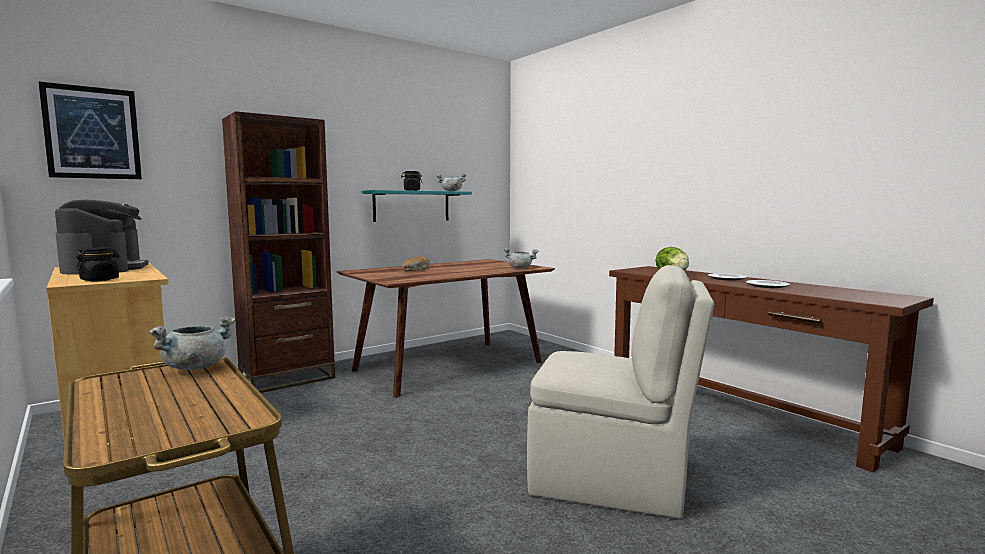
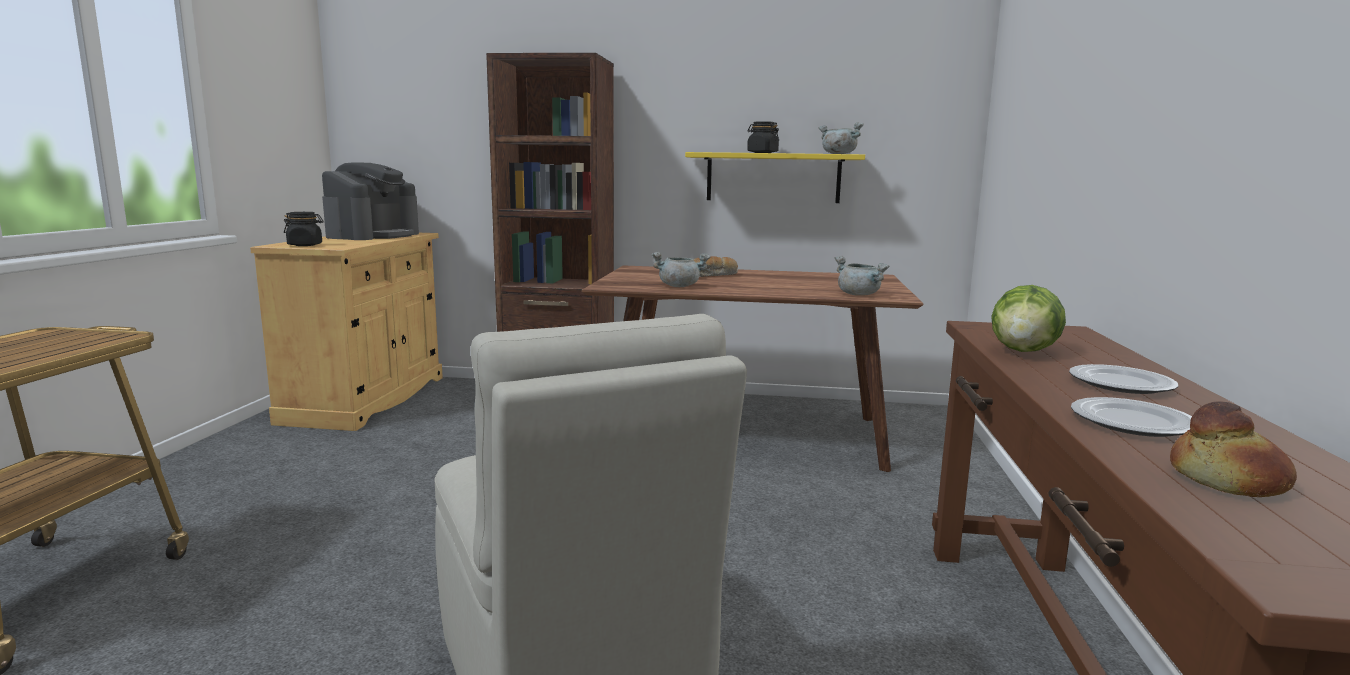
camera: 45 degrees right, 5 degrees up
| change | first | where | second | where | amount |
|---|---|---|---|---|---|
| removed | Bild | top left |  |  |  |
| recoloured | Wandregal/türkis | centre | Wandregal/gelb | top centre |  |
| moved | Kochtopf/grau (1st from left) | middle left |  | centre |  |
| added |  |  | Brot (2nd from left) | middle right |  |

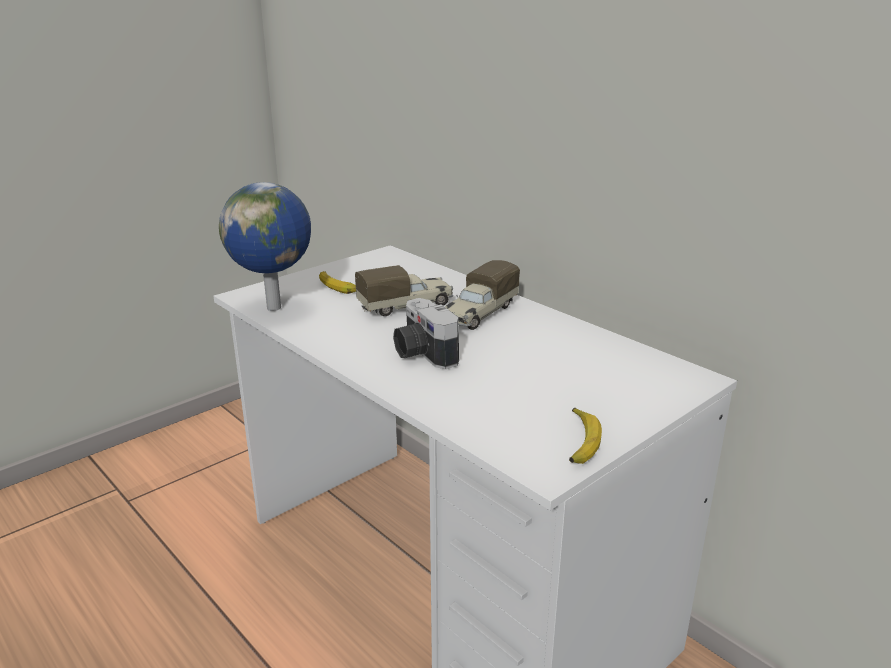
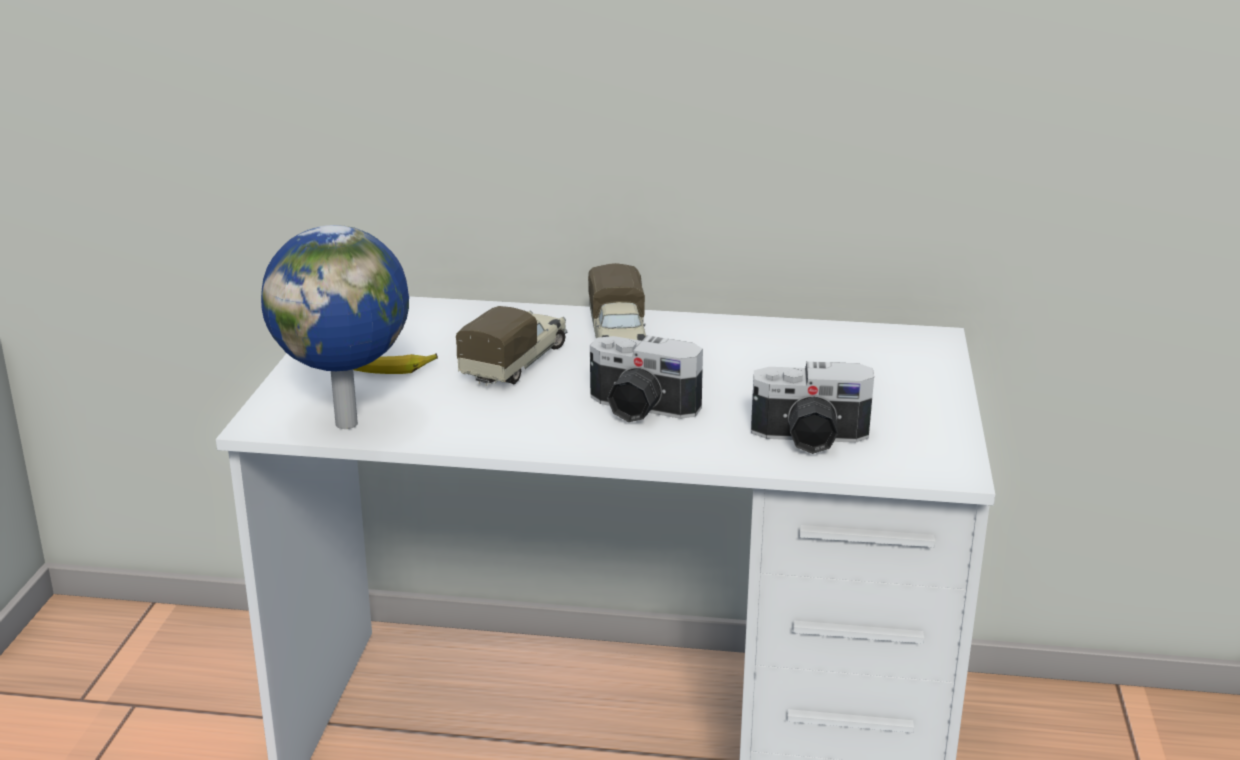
camera: 40 degrees left, 0 degrees up
| change | first | where | second | where | amount |
|---|---|---|---|---|---|
| removed | Banane (2nd from left) | centre |  |  |  |
| added |  |  | Kamera (2nd from left) | centre |  |

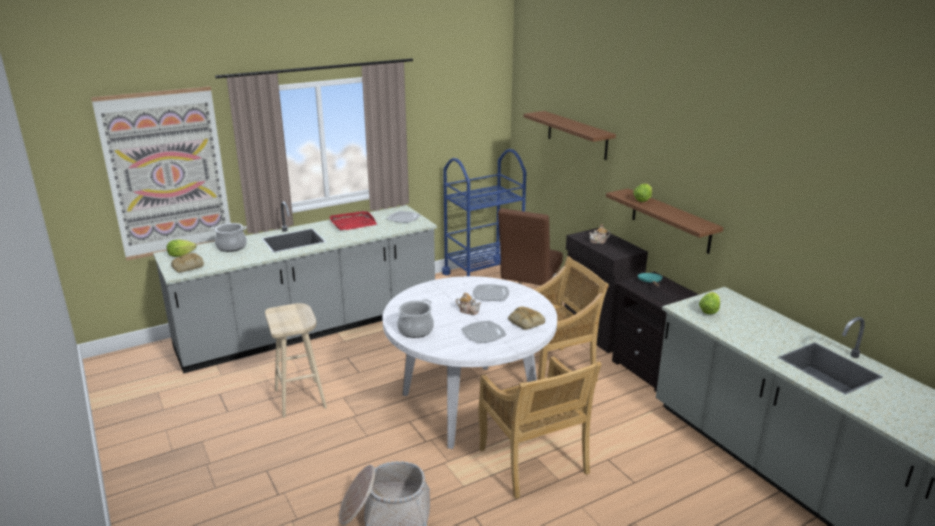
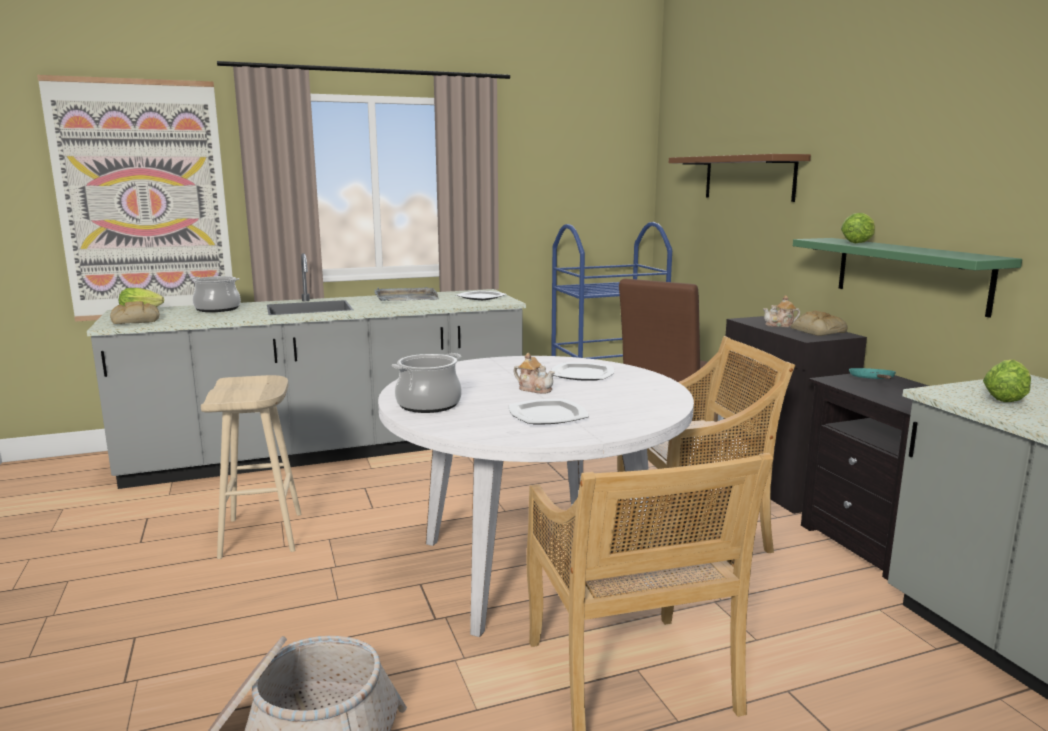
camera: 10 degrees right, 10 degrees down
| change | first | where | second | where | amount |
|---|---|---|---|---|---|
| recoloured | Wandregal/braun (2nd from left) | middle right | Wandregal/grün | middle right |  |
| recoloured | Tablett/rot | centre | Tablett/grau | centre |  |
| moved | Brot (2nd from left) | centre |  | middle right |  |

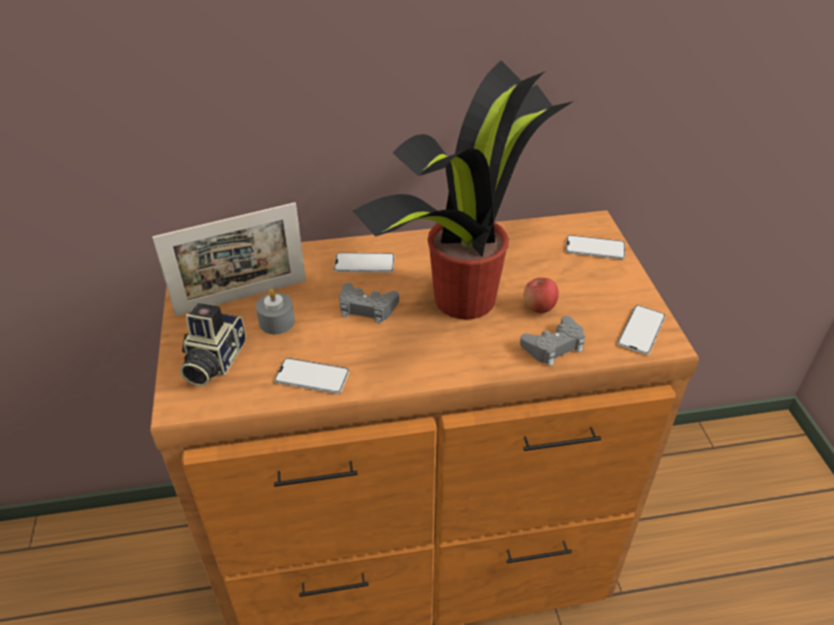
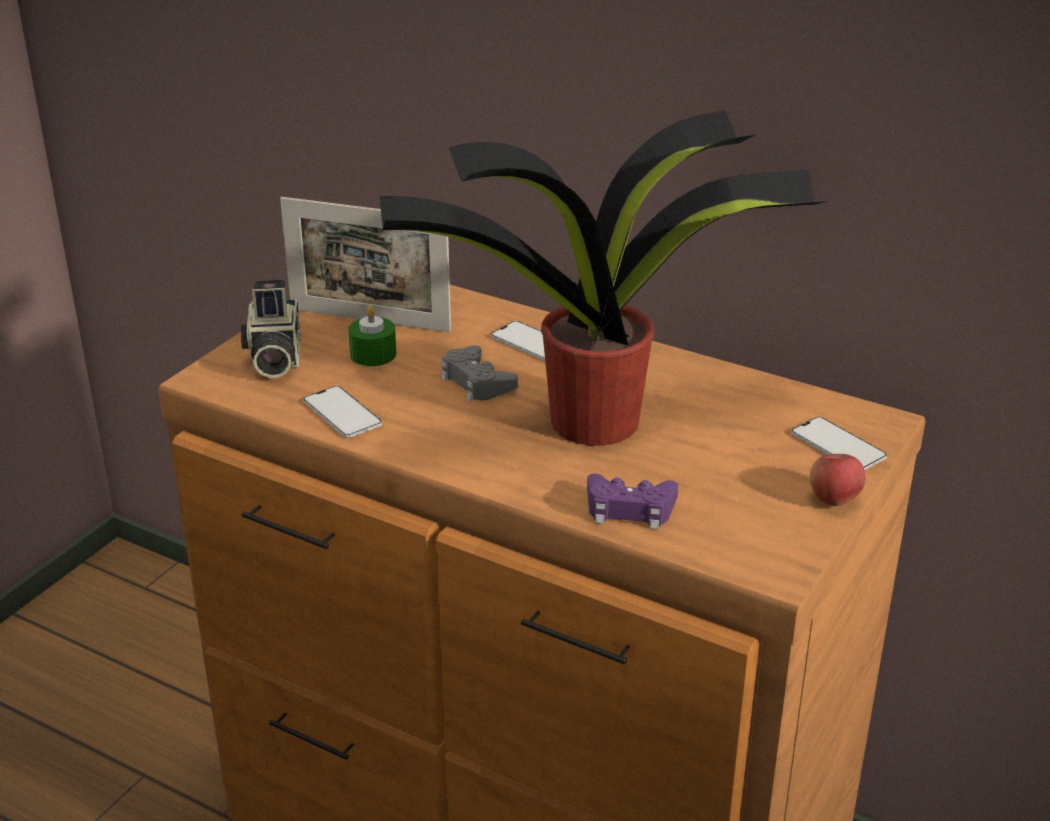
camera: 40 degrees right, 10 degrees down
| change | first | where | second | where | amount |
|---|---|---|---|---|---|
| moved | Apfel | centre |  | middle right |  |
| recoloured | Kerze/grau | middle left | Kerze/grün | centre |  |
| turned | Kamera | middle left |  | middle left | 60 degrees counterclockwise |
| removed | Handy (4th from left) | middle right |  |  |  |
| recoloured | Gamepad/grau (2nd from left) | centre | Gamepad/lila | centre |  |

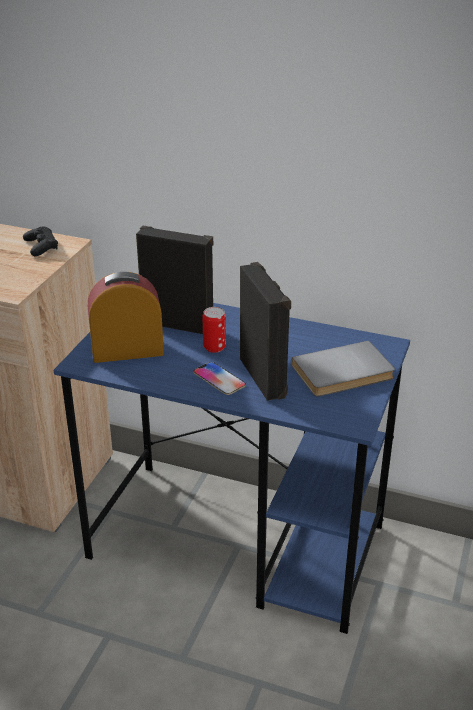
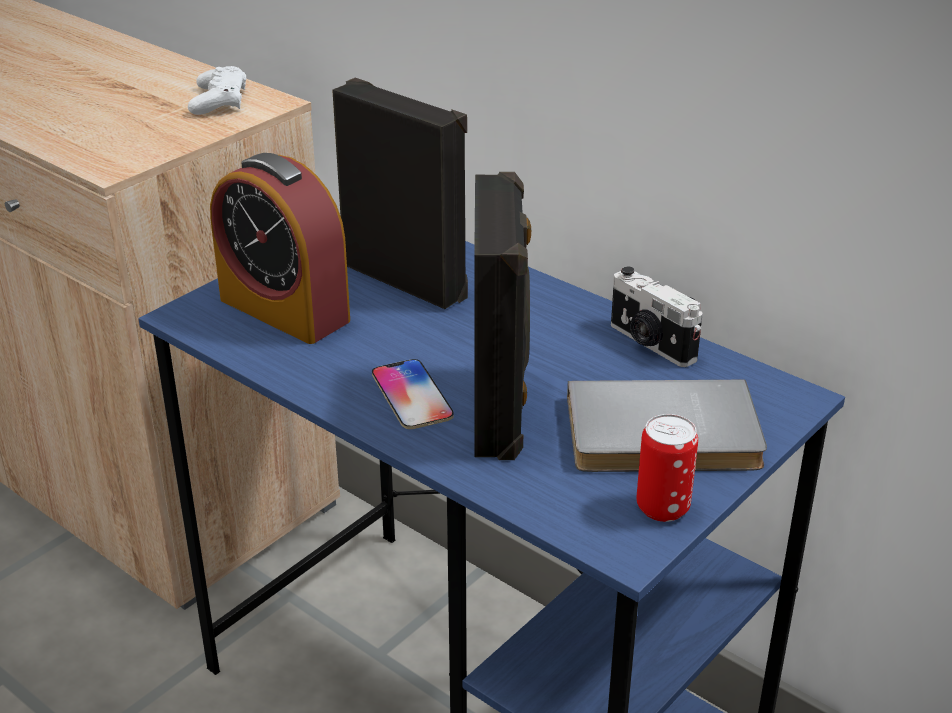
camera: 20 degrees right, 0 degrees up
| change | first | where | second | where | amount |
|---|---|---|---|---|---|
| recoloured | Gamepad/schwarz | middle left | Gamepad/weiß | top left |  |
| turned | Wecker | middle left |  | middle left | 150 degrees counterclockwise |
| moved | Dose | centre |  | middle right |  |
| added |  |  | Kamera | middle right |  |

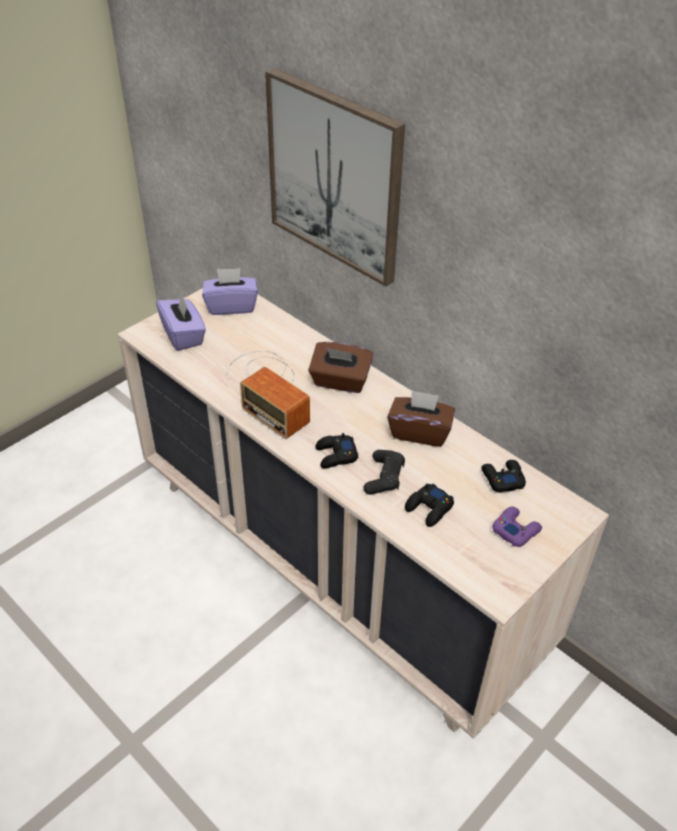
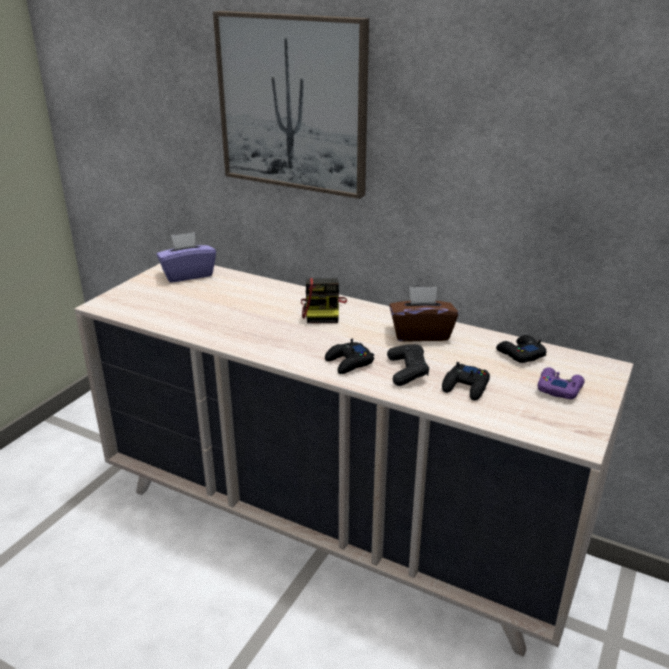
camera: 15 degrees left, 15 degrees down
| change | first | where | second | where | amount |
|---|---|---|---|---|---|
| removed | Taschentuchbox/lila (1st from left) | middle left |  |  |  |
| replaced | Taschentuchbox/braun (1st from left) | centre | Kamera | centre |  |
| removed | Radio | centre |  |  |  |

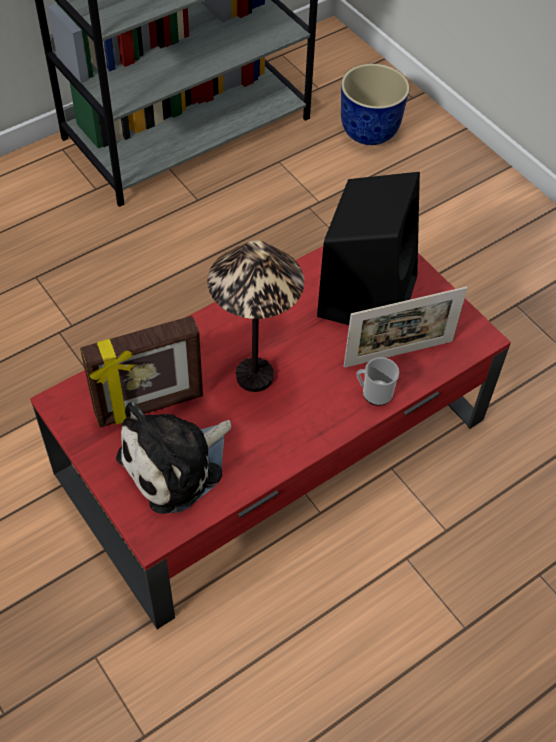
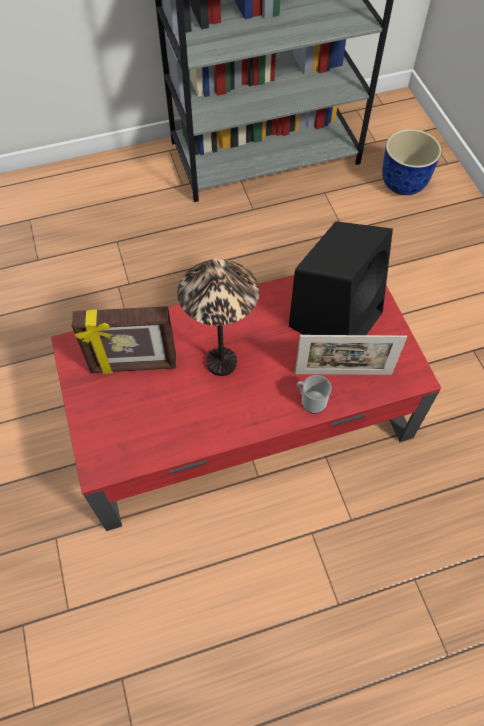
camera: 20 degrees right, 5 degrees up
| change | first | where | second | where | amount |
|---|---|---|---|---|---|
| removed | Plüschtier | middle left |  |  |  |

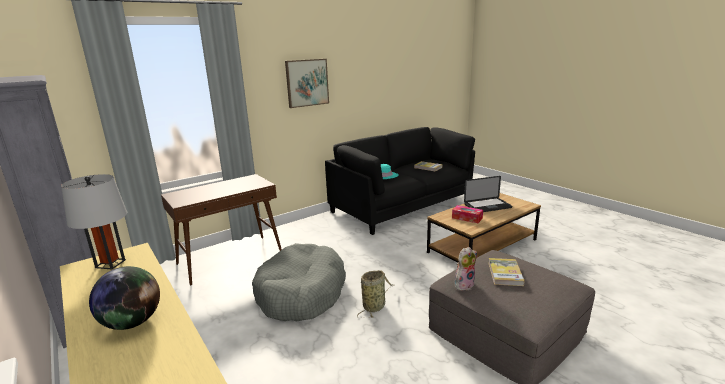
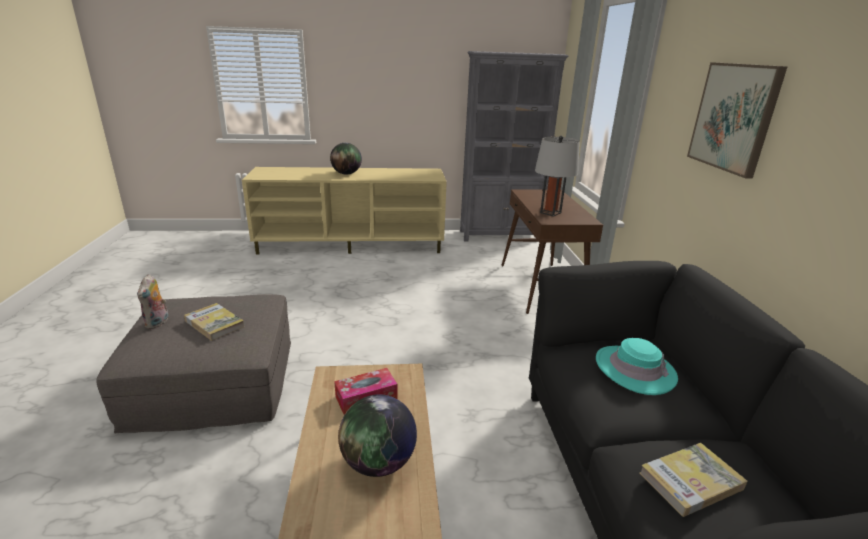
camera: 120 degrees right, 5 degrees up
| change | first | where | second | where | amount |
|---|---|---|---|---|---|
| moved | Tischlampe/grau | middle left |  | top centre |  |
| replaced | Laptop | middle right | Globus (2nd from left) | bottom centre |  |
| removed | Hundebett/grau | bottom centre |  |  |  |
| moved | Plüschtier | bottom centre |  | middle left |  |
| removed | Korb | bottom centre |  |  |  |

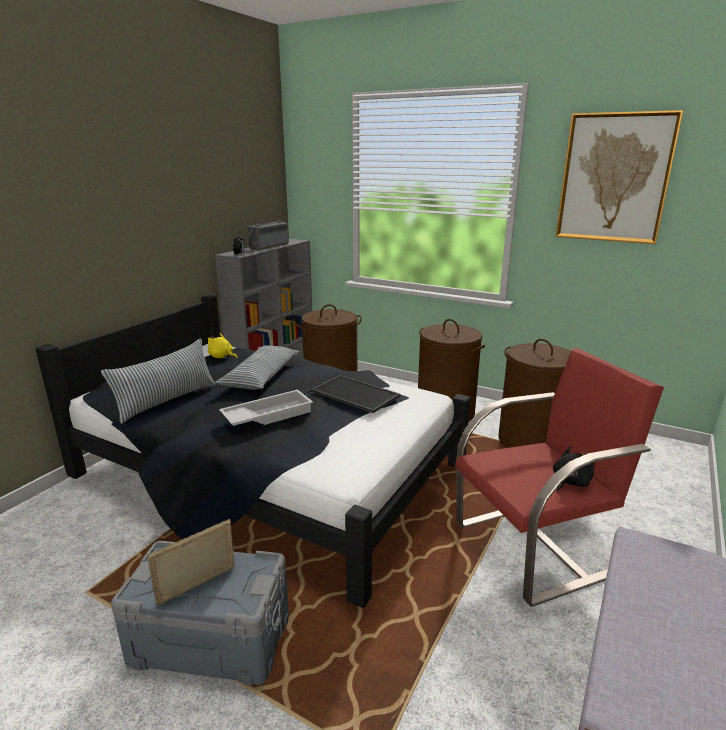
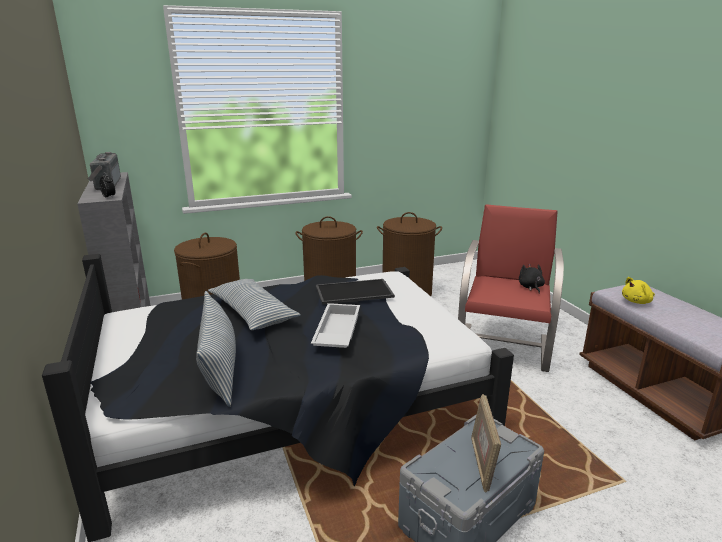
camera: 50 degrees left, 0 degrees up
| change | first | where | second | where | amount |
|---|---|---|---|---|---|
| removed | Bild | top right |  |  |  |
| moved | Plüschtier/gelb | middle left |  | middle right |  |

